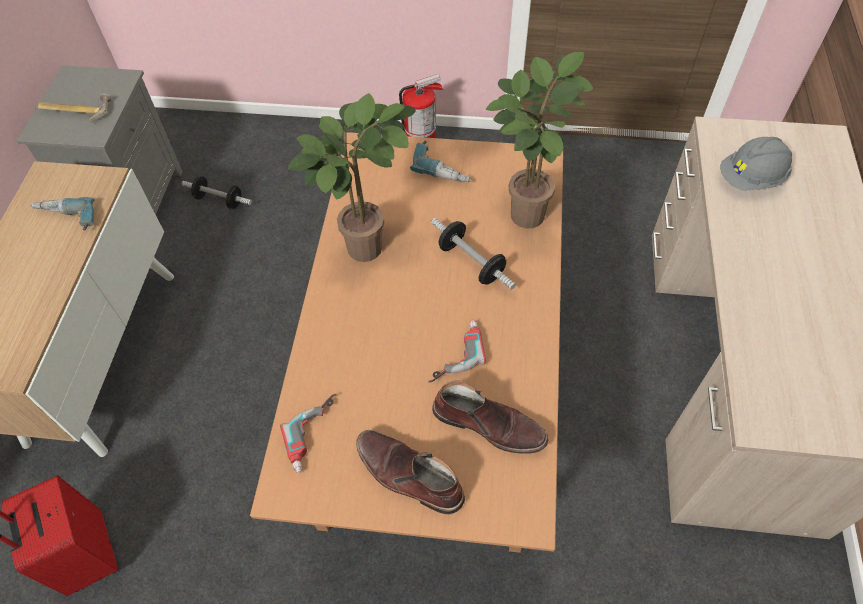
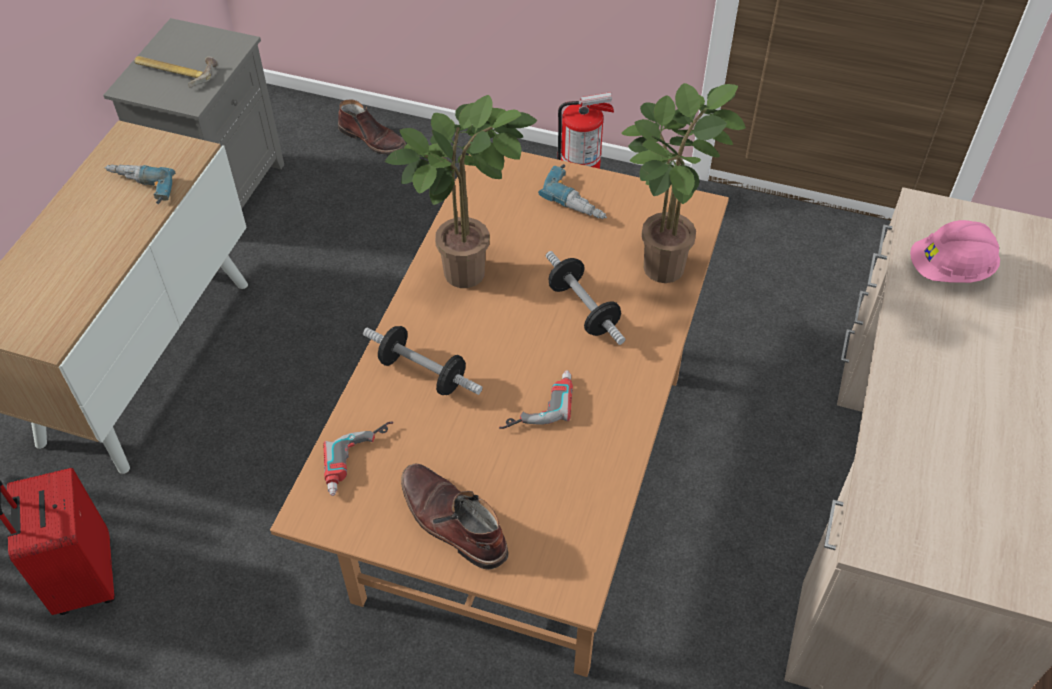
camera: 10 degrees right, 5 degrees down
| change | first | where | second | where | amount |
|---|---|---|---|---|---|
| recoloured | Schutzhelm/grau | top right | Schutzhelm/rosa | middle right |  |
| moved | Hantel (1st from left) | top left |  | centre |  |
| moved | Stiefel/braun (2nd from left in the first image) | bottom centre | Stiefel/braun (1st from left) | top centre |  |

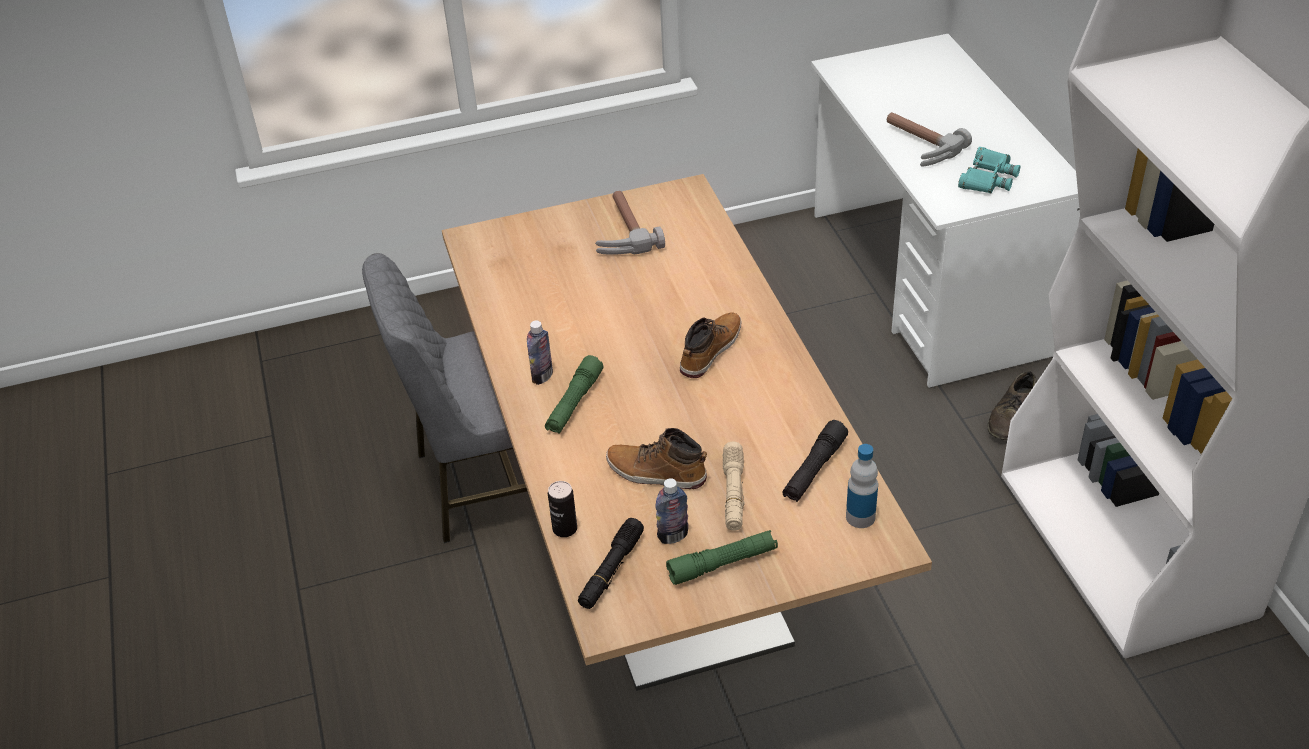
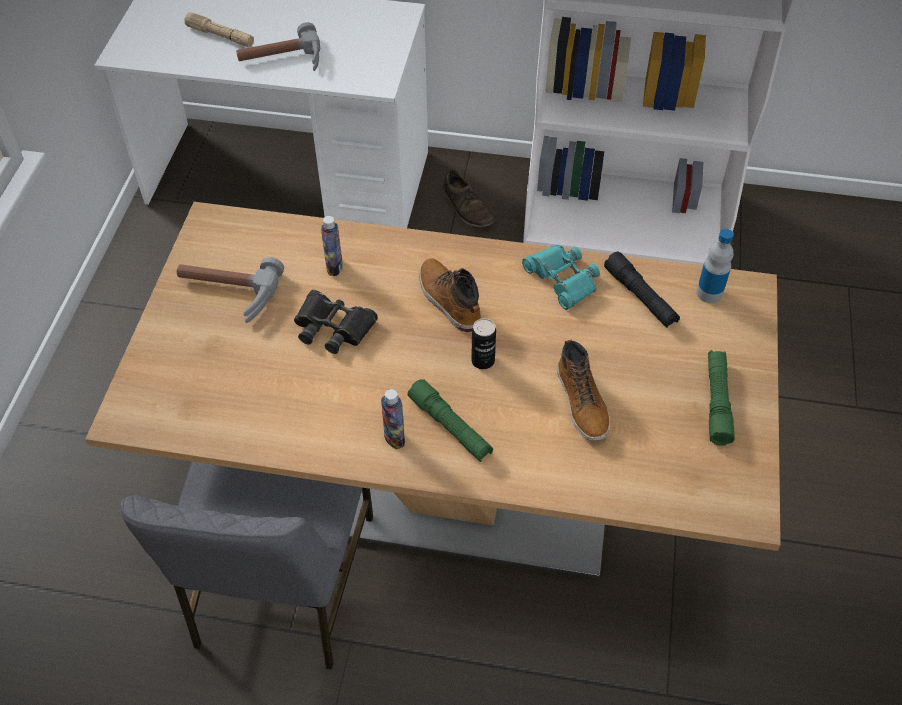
camera: 65 degrees left, 10 degrees up
| change | first | where | second | where | amount |
|---|---|---|---|---|---|
| moved | Fernglas/türkis | top right |  | centre |  |
| turned | Stiefel (1st from left in the first image) | centre | Stiefel (2nd from left) | centre | 60 degrees counterclockwise |
| moved | Taschenlampe/beige | centre |  | top left |  |
| moved | Flasche (2nd from left in the first image) | bottom centre | Flasche (1st from left) | centre |  |
| moved | Dose | bottom centre |  | centre |  |
| removed | Taschenlampe/schwarz (1st from left) | bottom centre |  |  |  |
| added |  |  | Fernglas/schwarz | centre |  |

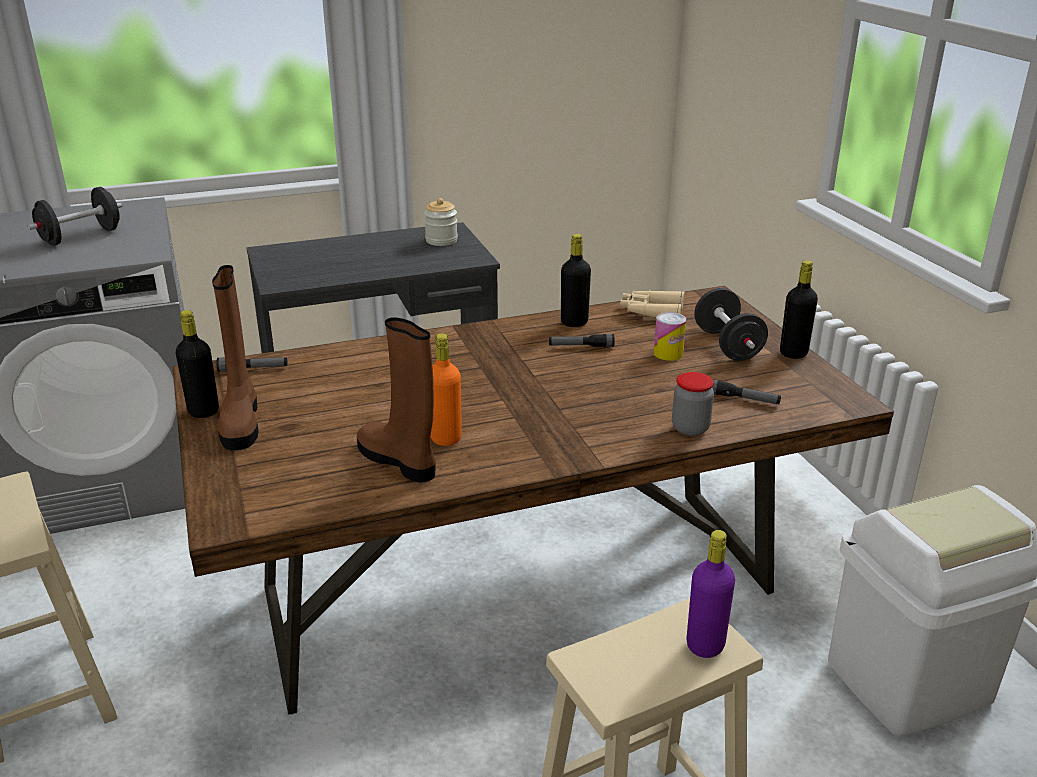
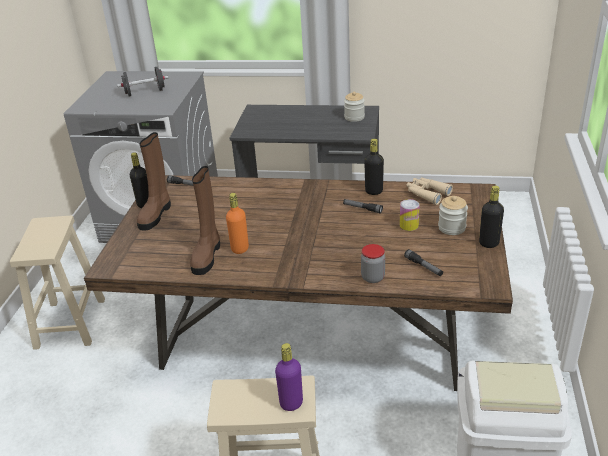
camera: 30 degrees right, 5 degrees up
| change | first | where | second | where | amount |
|---|---|---|---|---|---|
| replaced | Hantel/schwarz (2nd from left) | middle right | Vorratsglas (3rd from left) | middle right |  |
| turned | Stiefel/braun (2nd from left) | centre |  | centre | 150 degrees counterclockwise |

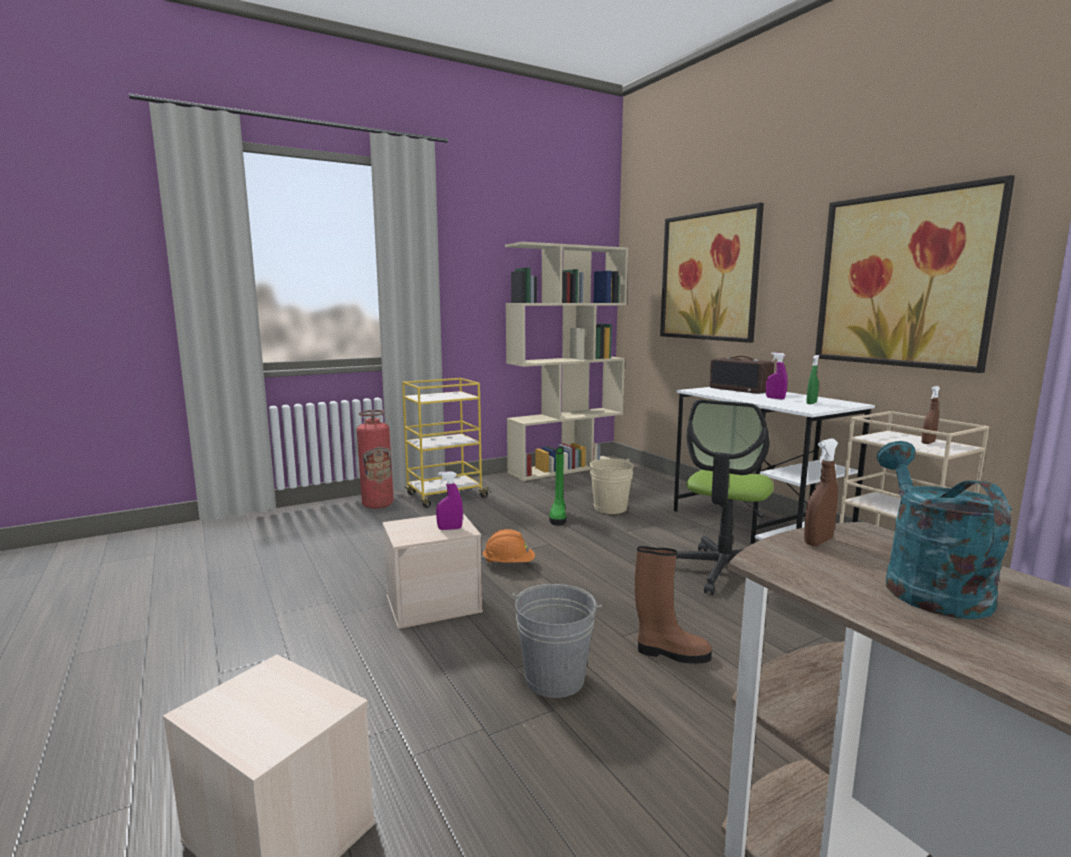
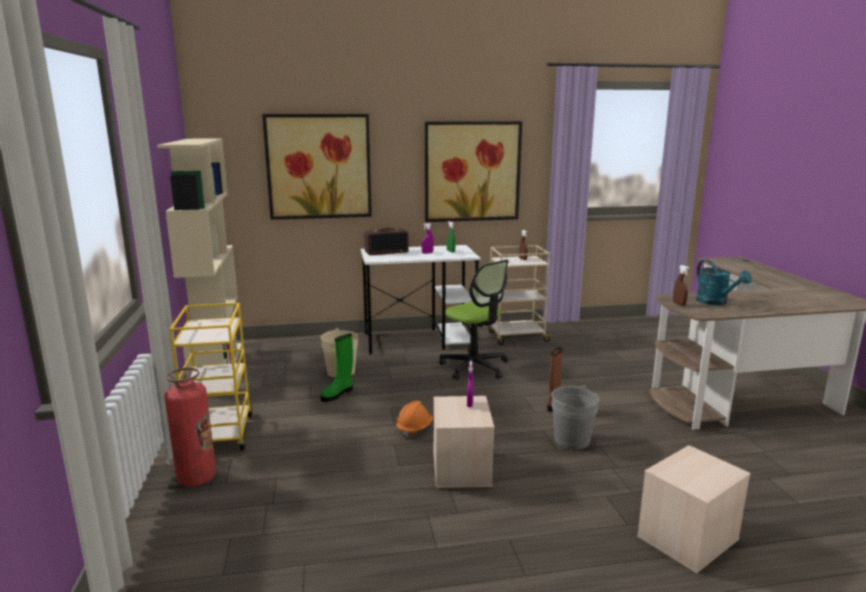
camera: 70 degrees left, 5 degrees up
| change | first | where | second | where | amount |
|---|---|---|---|---|---|
| turned | Gießkanne/türkis | middle right |  | middle right | 135 degrees counterclockwise |
| turned | Stiefel/grün | centre |  | centre | 105 degrees clockwise |

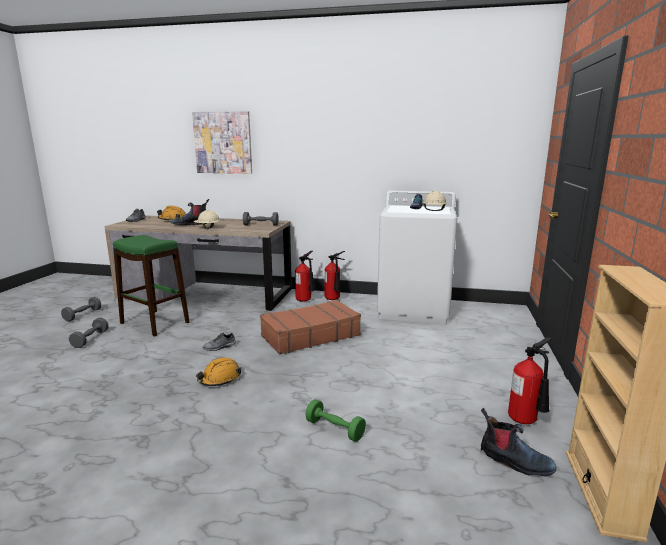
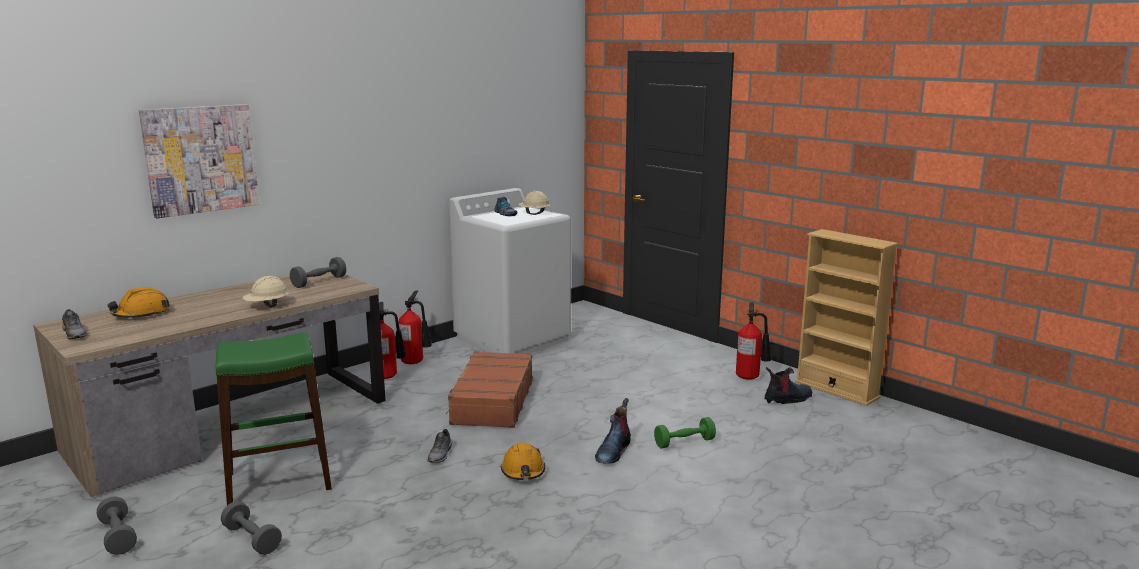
camera: 55 degrees left, 0 degrees up
| change | first | where | second | where | amount |
|---|---|---|---|---|---|
| moved | Stiefel (1st from left) | middle left |  | bottom centre |  |

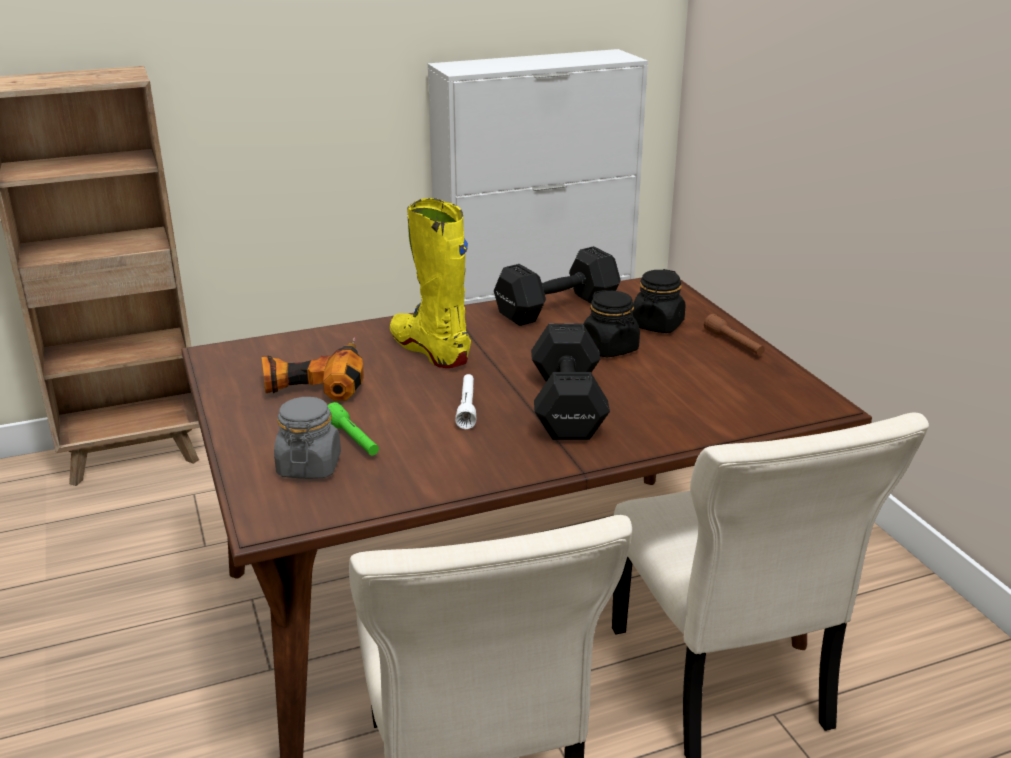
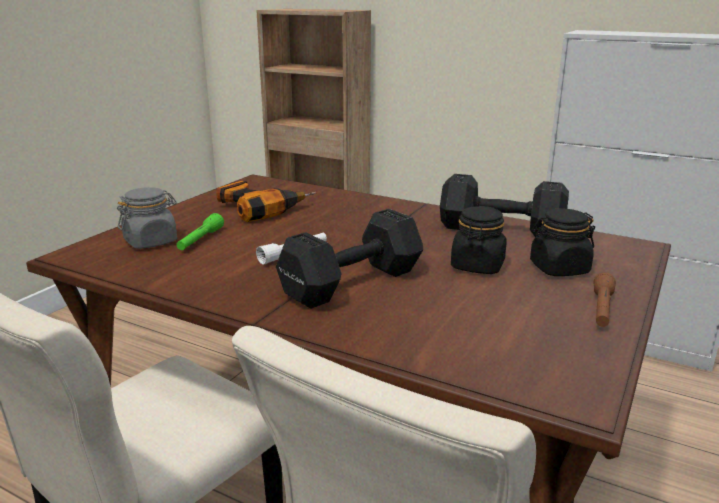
camera: 50 degrees right, 5 degrees down
| change | first | where | second | where | amount |
|---|---|---|---|---|---|
| removed | Stiefel/gelb | centre |  |  |  |

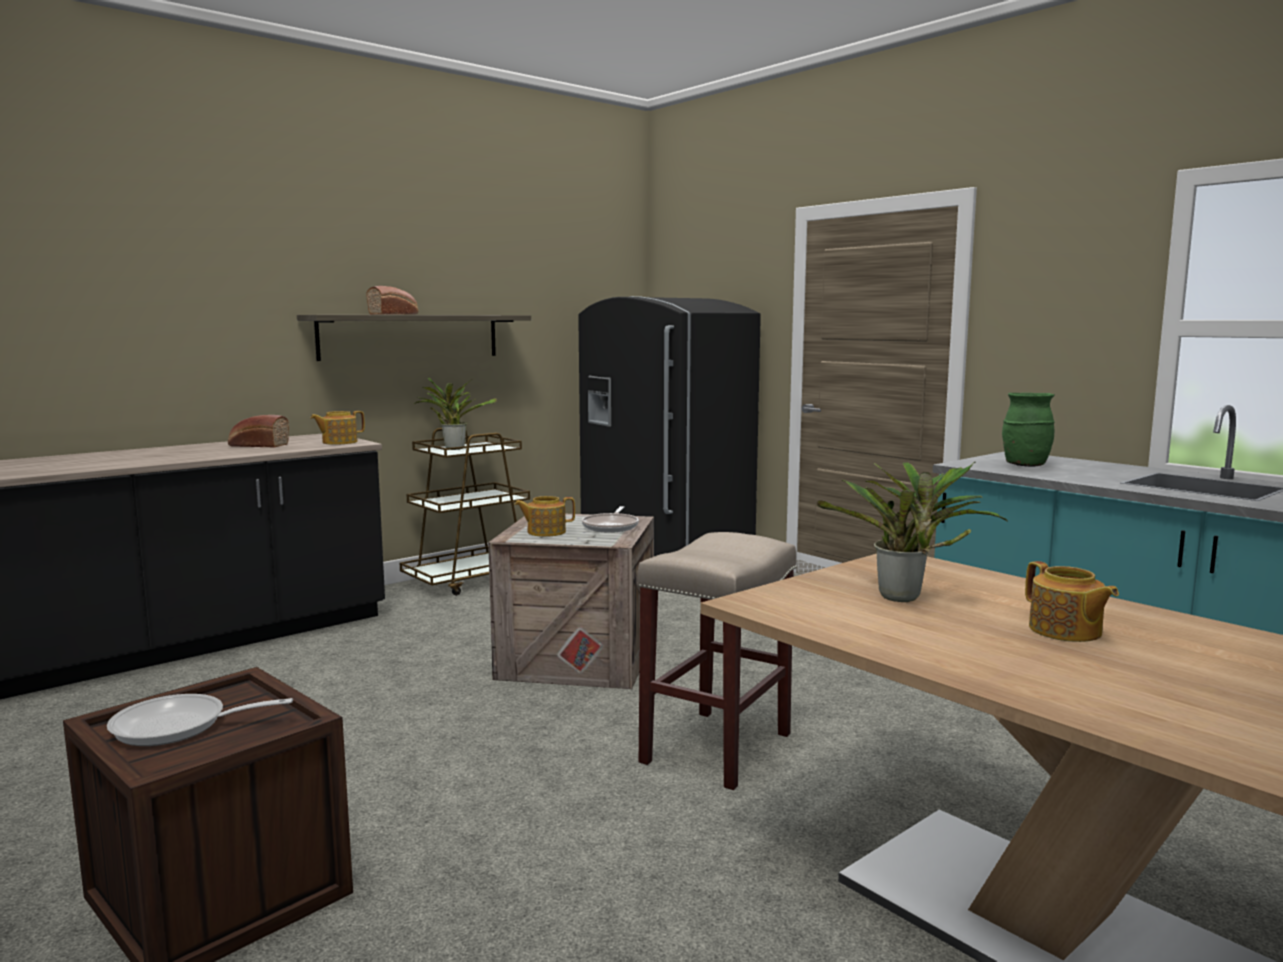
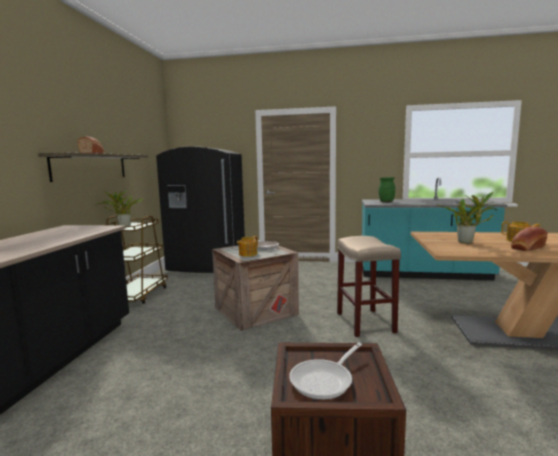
camera: 40 degrees left, 0 degrees up
| change | first | where | second | where | amount |
|---|---|---|---|---|---|
| removed | Teekanne (1st from left) | middle left |  |  |  |
| moved | Brot (1st from left in the first image) | middle left | Brot (2nd from left) | middle right |  |

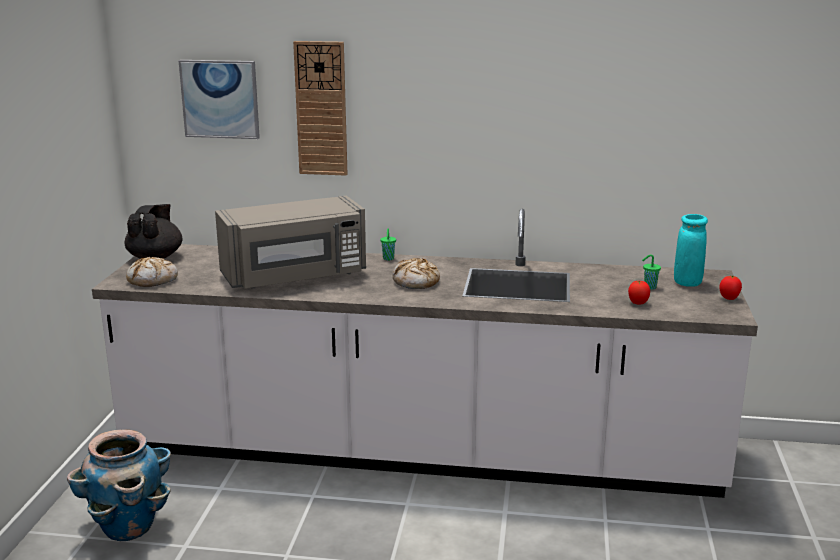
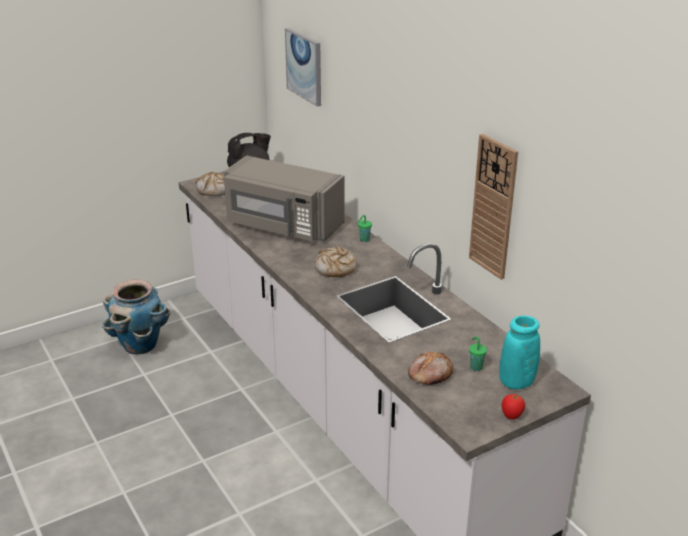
camera: 50 degrees right, 10 degrees up
| change | first | where | second | where | amount |
|---|---|---|---|---|---|
| moved | Wanduhr | top centre |  | middle right |  |
| replaced | Tomate (1st from left) | middle right | Brot (3rd from left) | bottom centre |  |

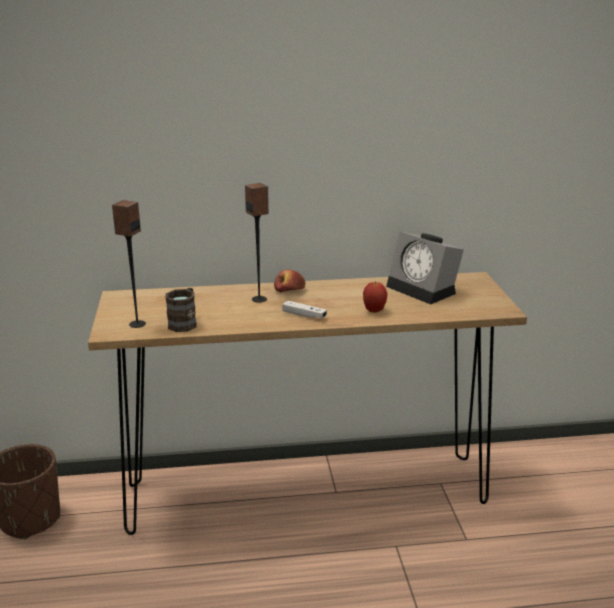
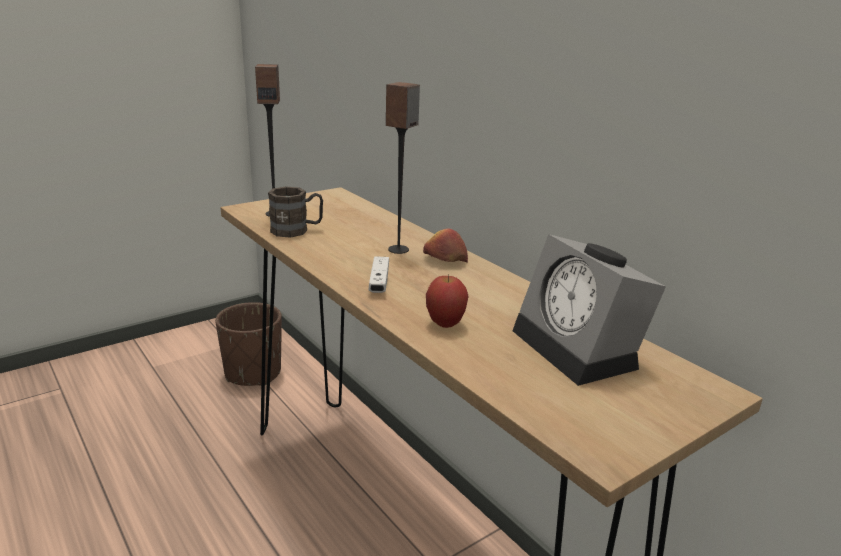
camera: 60 degrees right, 0 degrees up
| change | first | where | second | where | amount |
|---|---|---|---|---|---|
| turned | Wecker | middle right |  | middle right | 45 degrees counterclockwise |

